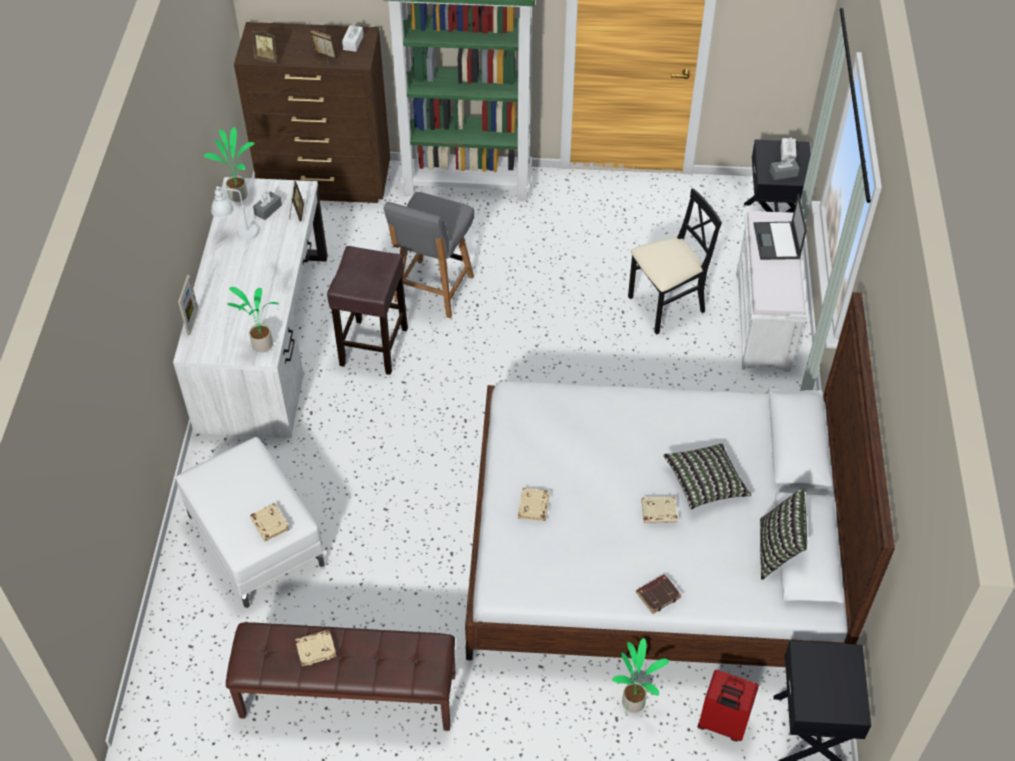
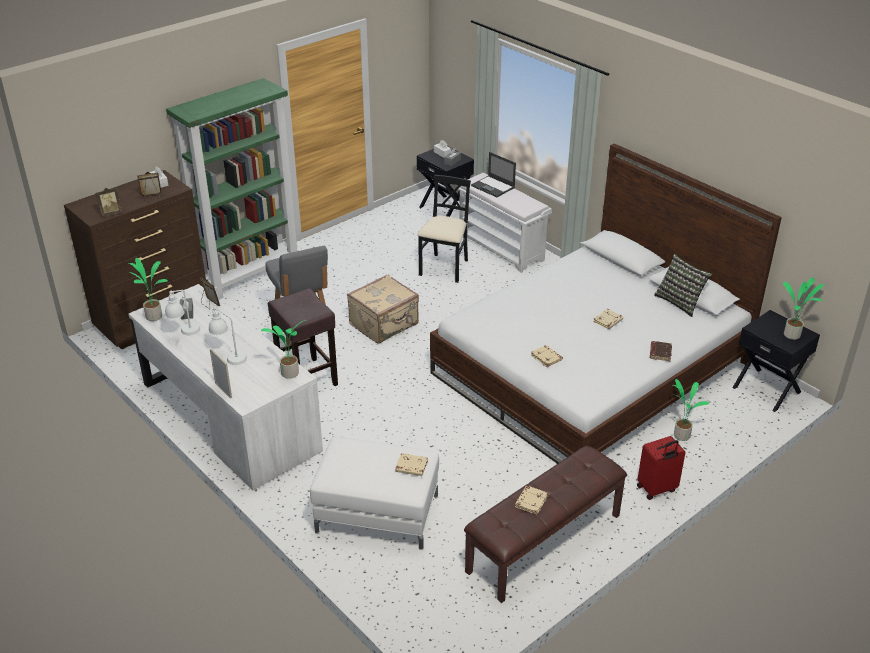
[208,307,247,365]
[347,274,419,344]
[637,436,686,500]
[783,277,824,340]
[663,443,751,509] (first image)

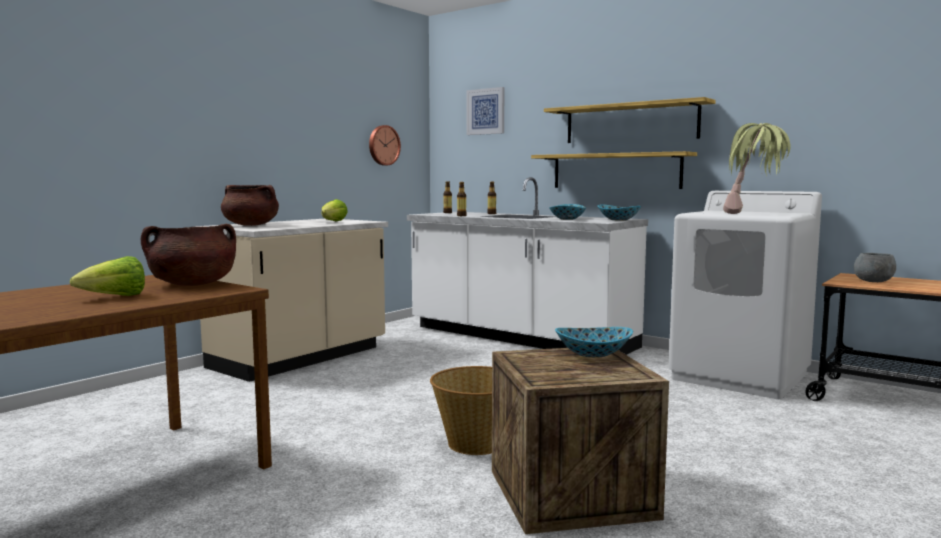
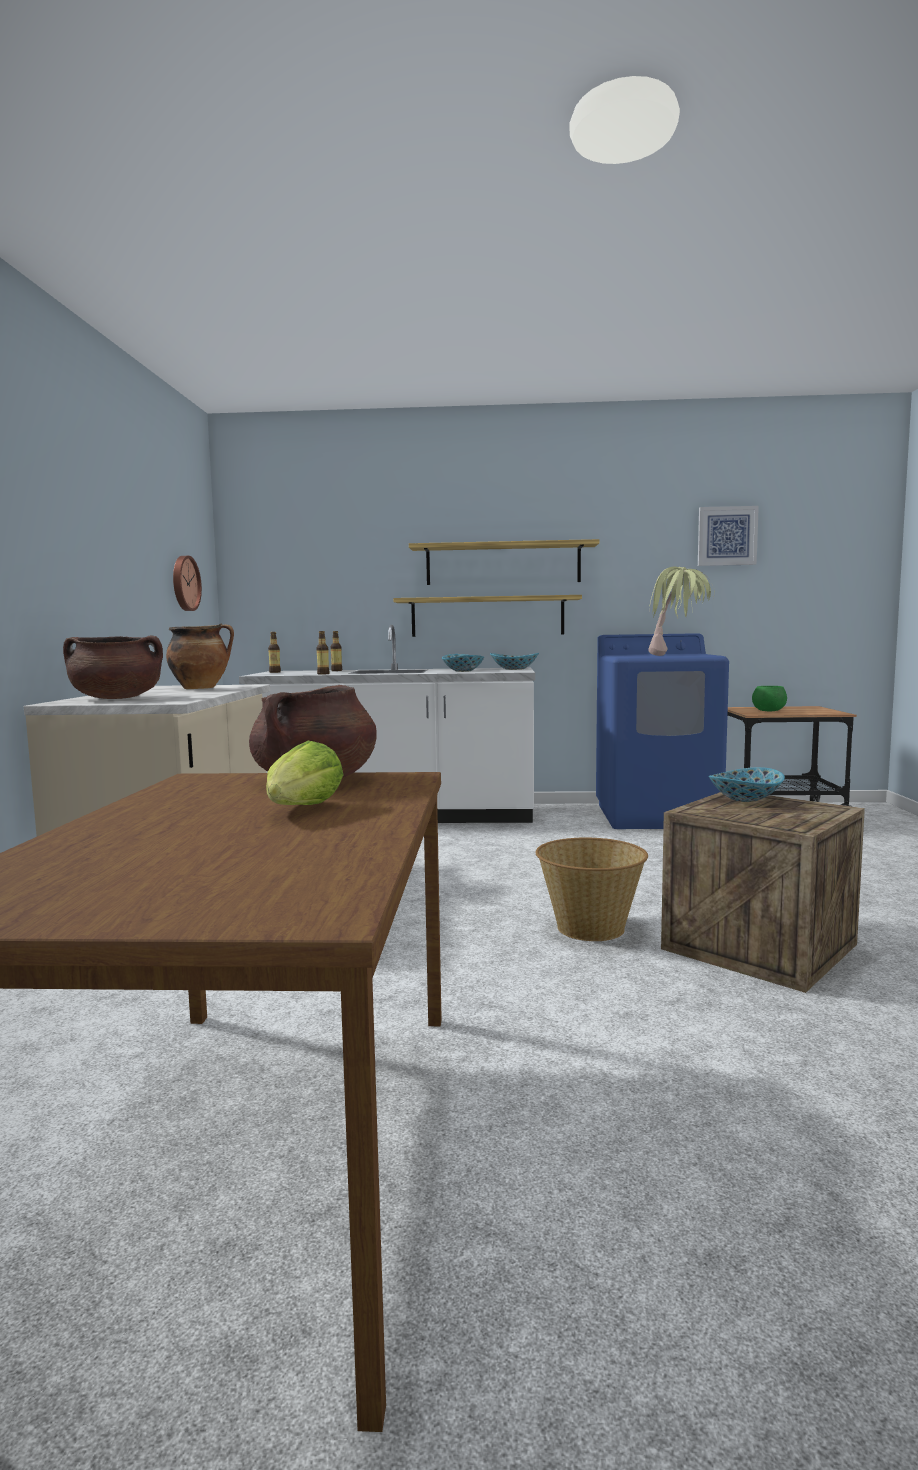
[166,624,234,689]
[596,633,729,829]
[698,506,759,566]
[752,686,787,711]

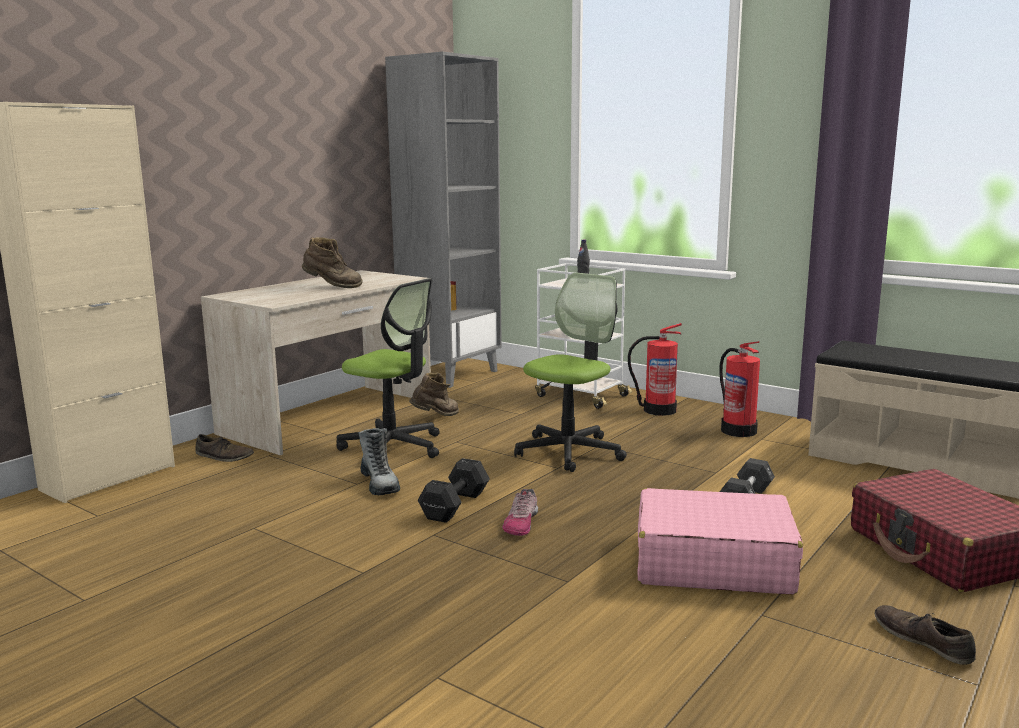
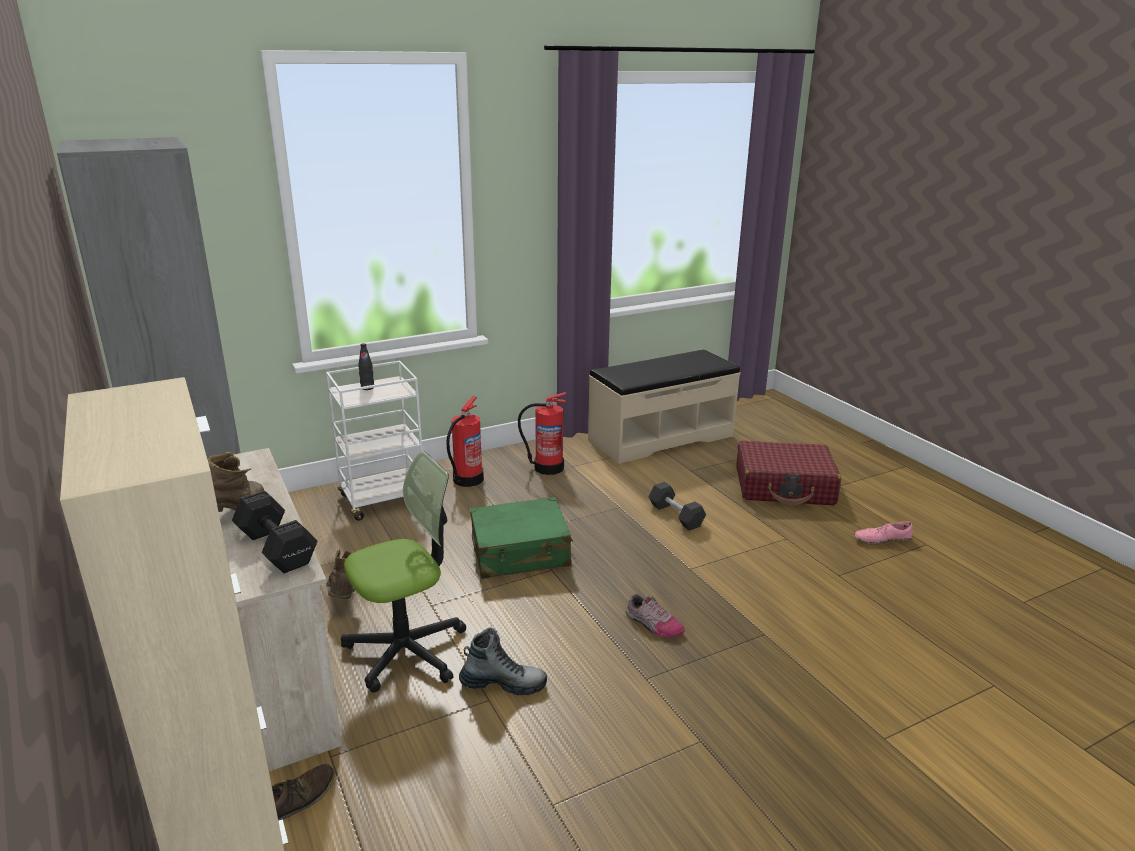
[232,490,318,573]
[470,497,573,579]
[854,521,913,545]
[638,488,803,594] (first image)

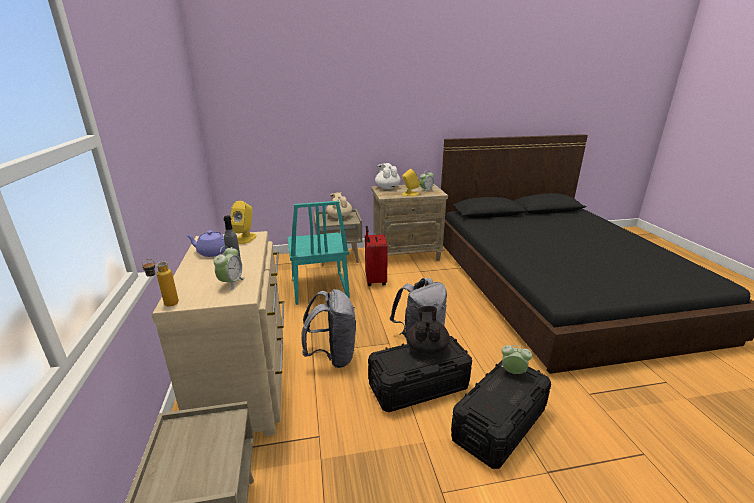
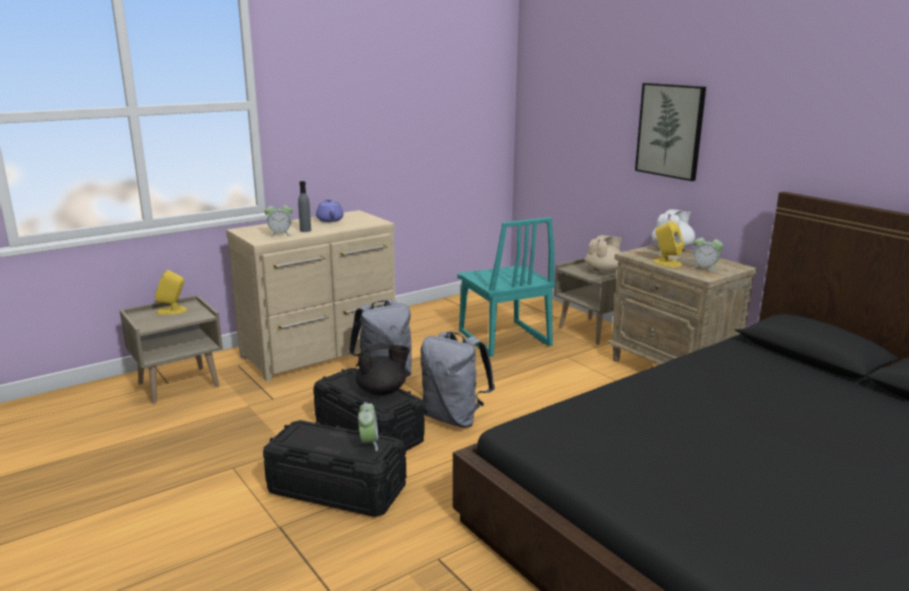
[155,270,187,315]
[457,217,556,357]
[635,83,706,181]
[142,259,179,306] (first image)
[365,226,388,286] (first image)

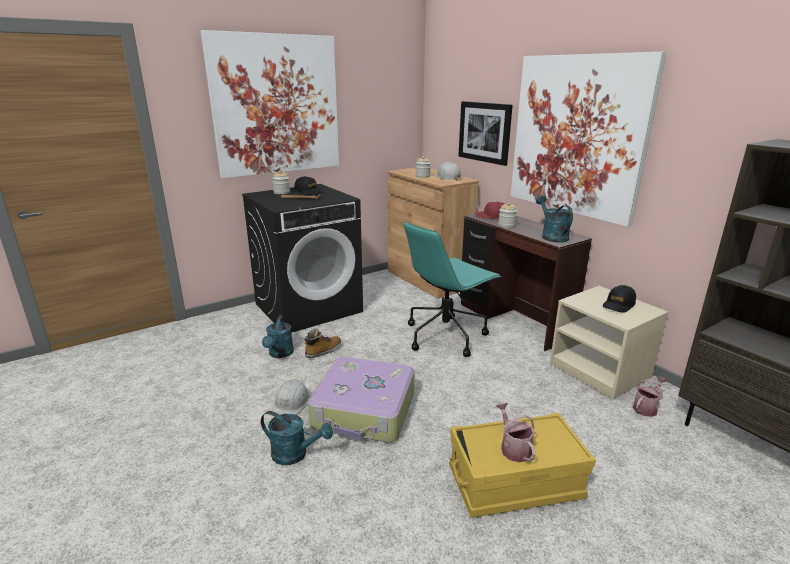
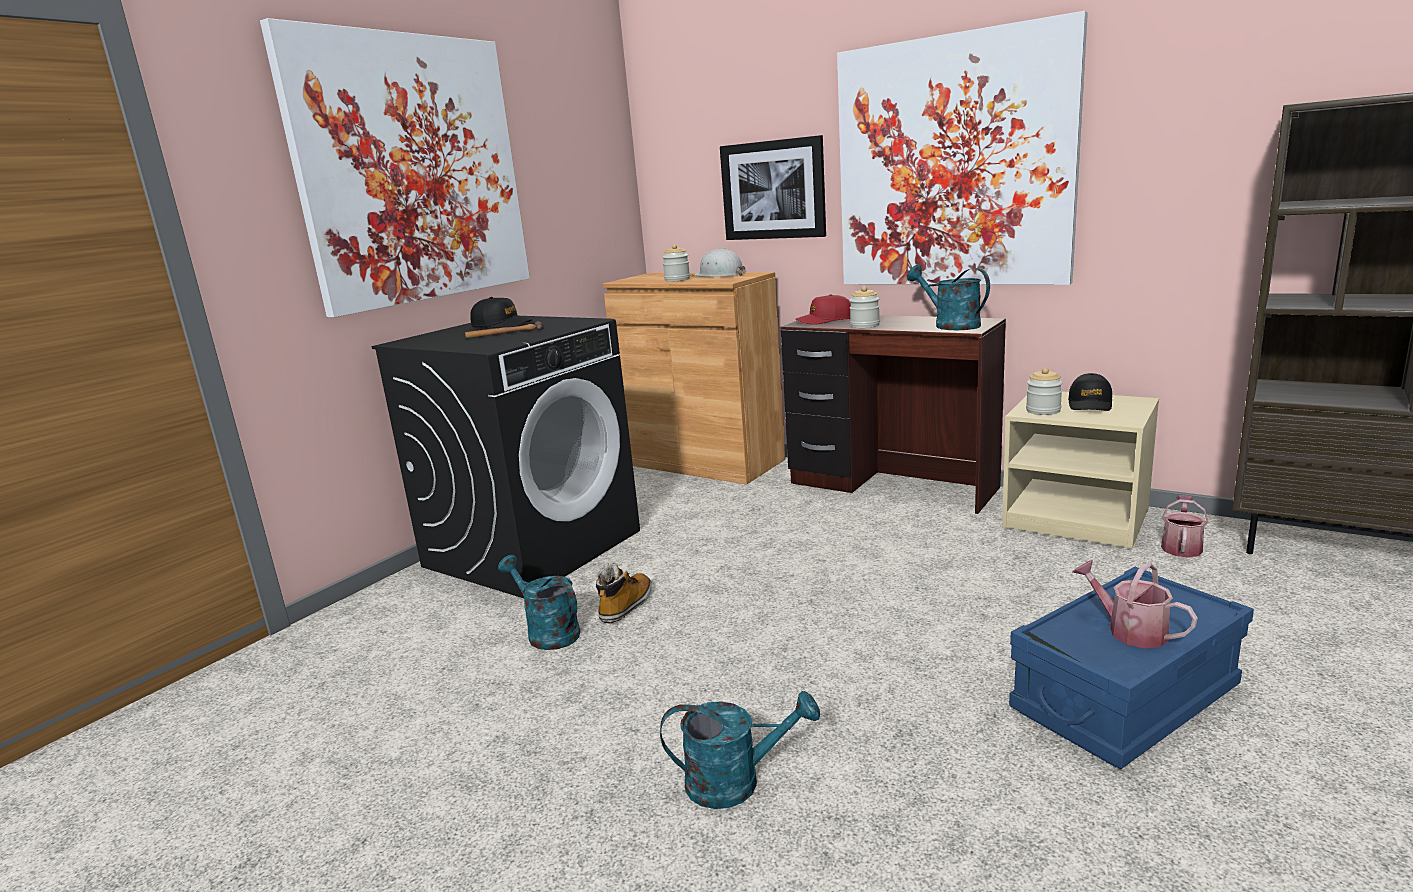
[498,555,580,650]
[1009,567,1254,769]
[1026,368,1063,415]
[272,379,310,415] (first image)
[308,357,415,442] (first image)
[404,221,501,357] (first image)

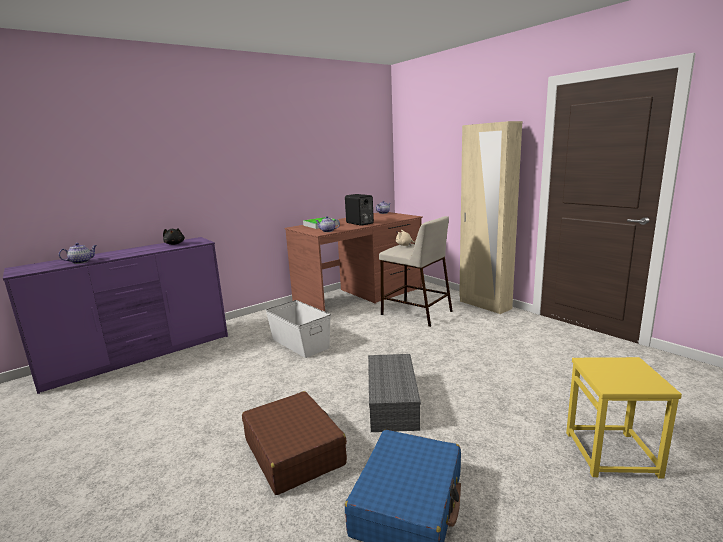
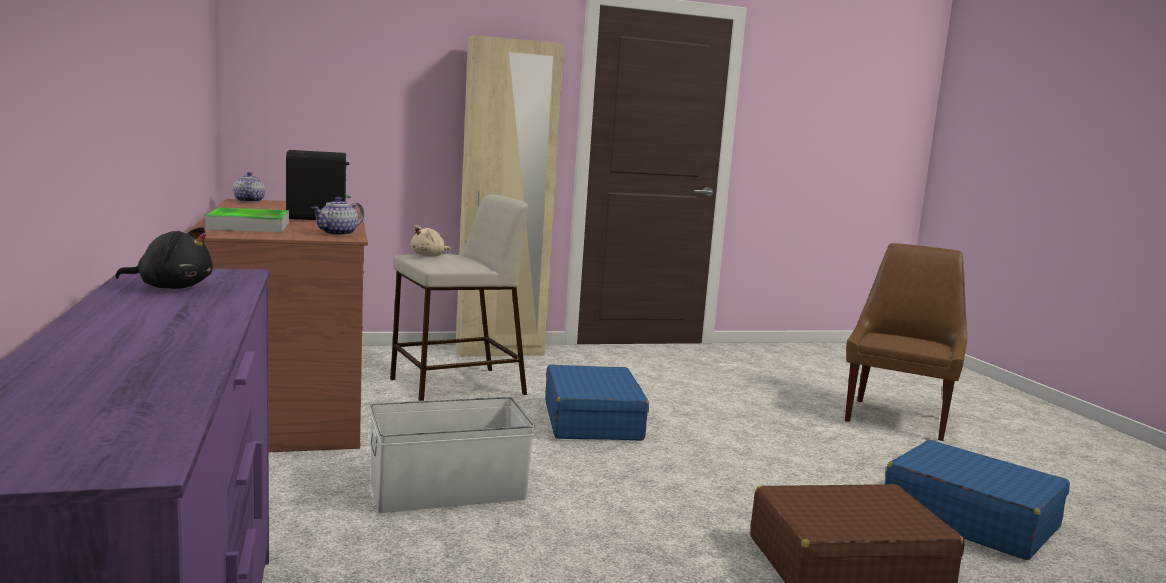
[545,364,649,441]
[845,243,967,441]
[59,243,97,264] (first image)
[368,354,421,432] (first image)

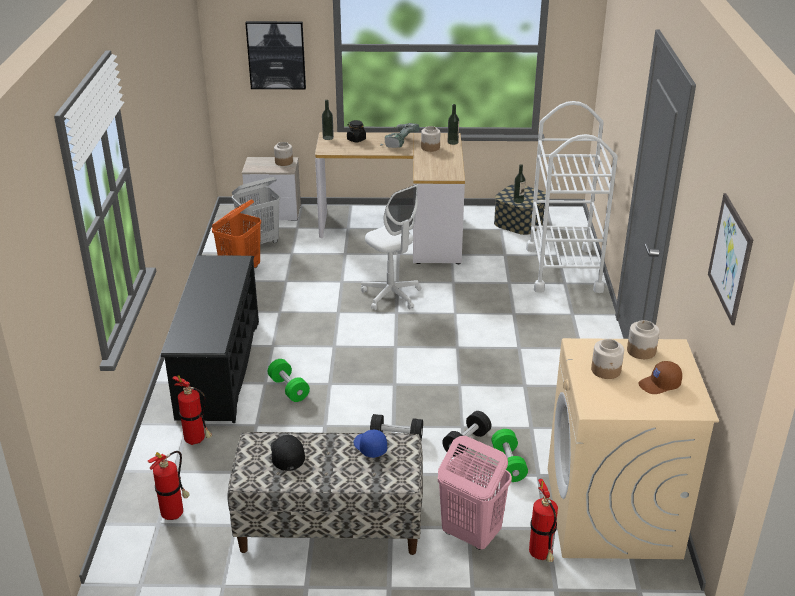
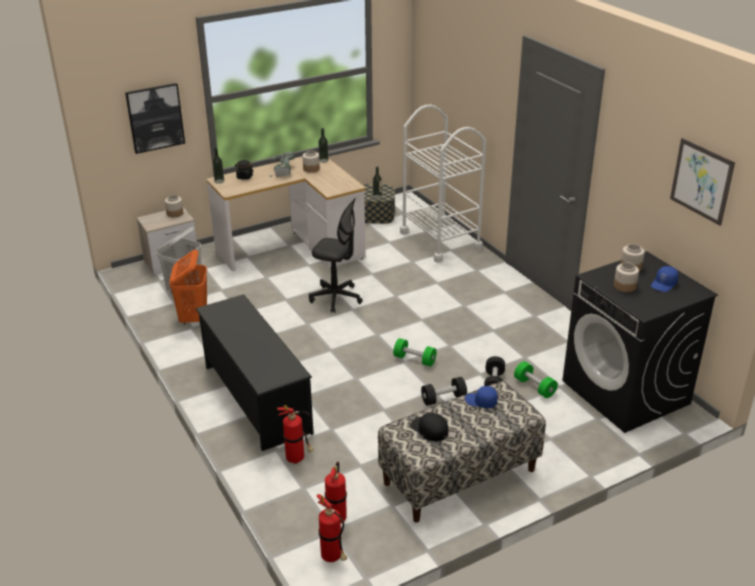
[309,198,363,313]
[316,494,347,562]
[393,338,437,367]
[562,251,718,433]
[651,266,679,292]
[438,436,512,550] (first image)

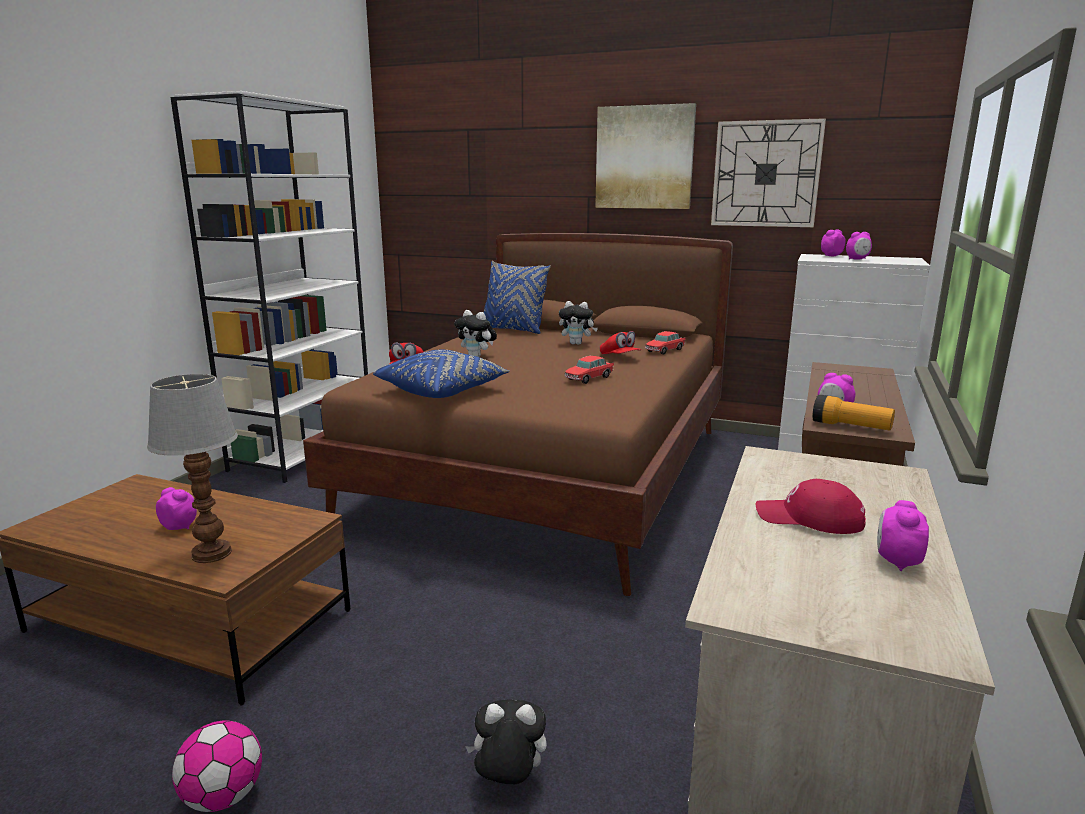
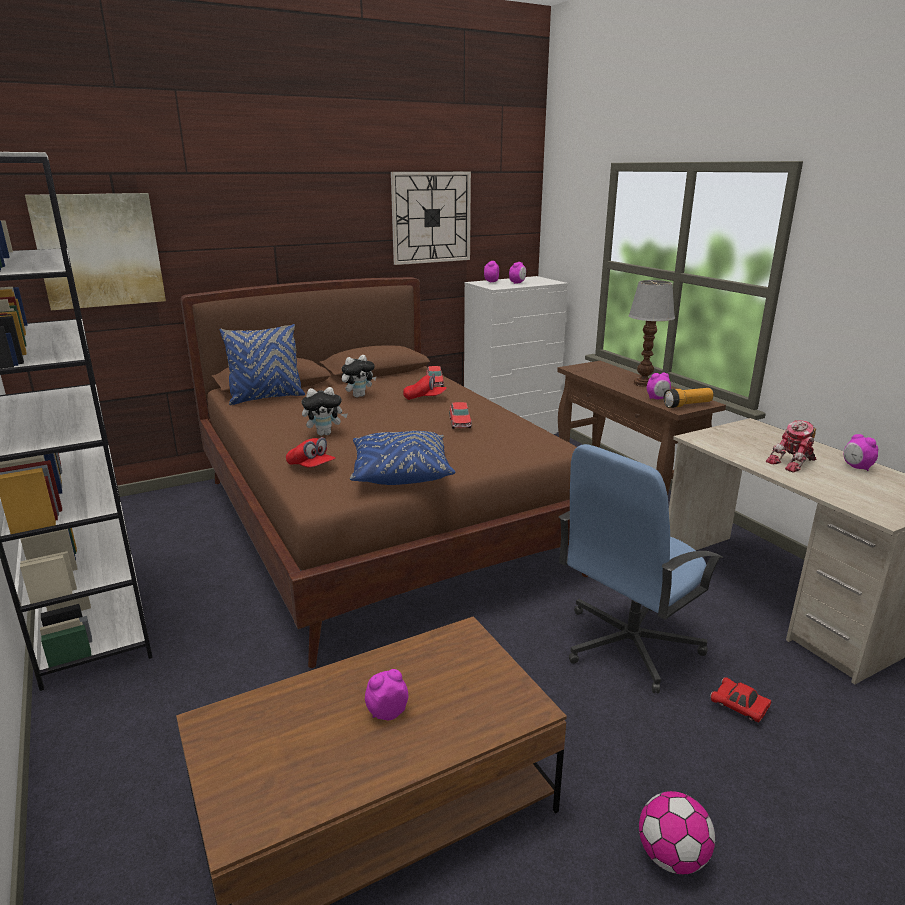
[25,193,166,310]
[559,444,723,694]
[628,280,675,387]
[710,677,771,722]
[766,420,816,472]

